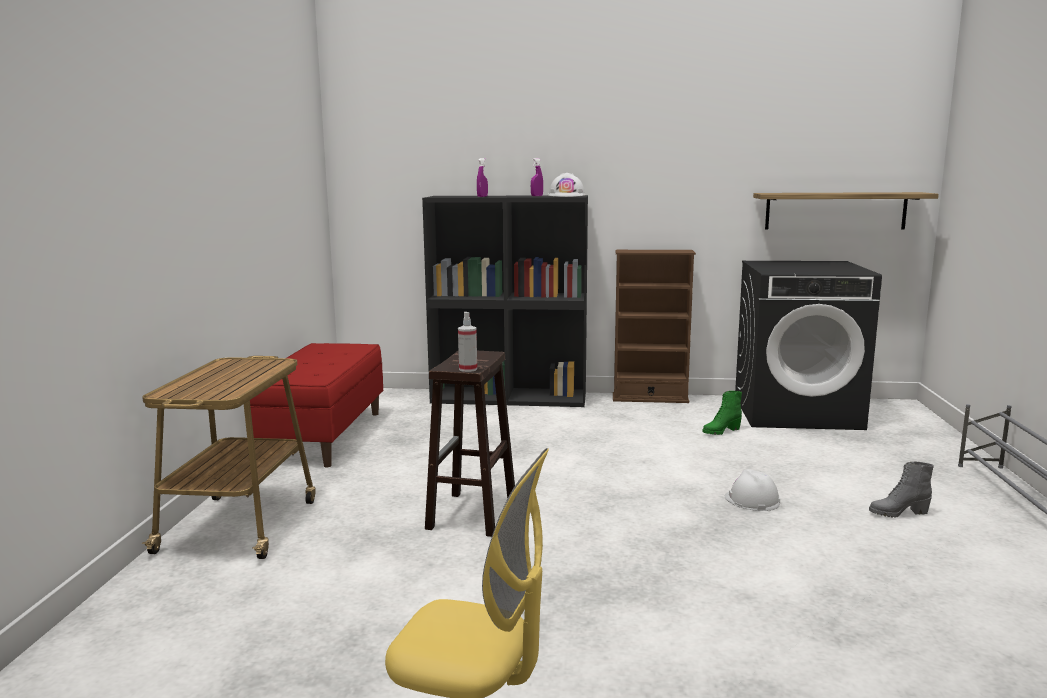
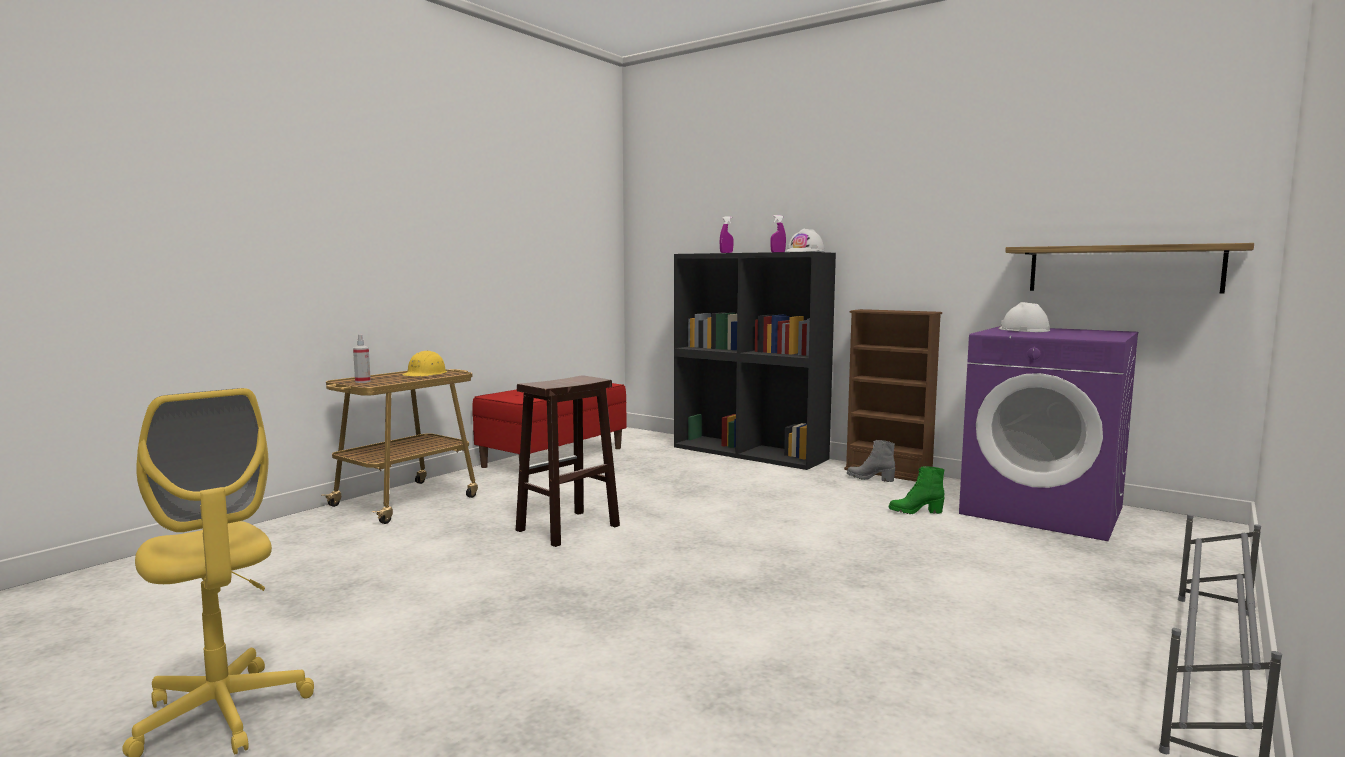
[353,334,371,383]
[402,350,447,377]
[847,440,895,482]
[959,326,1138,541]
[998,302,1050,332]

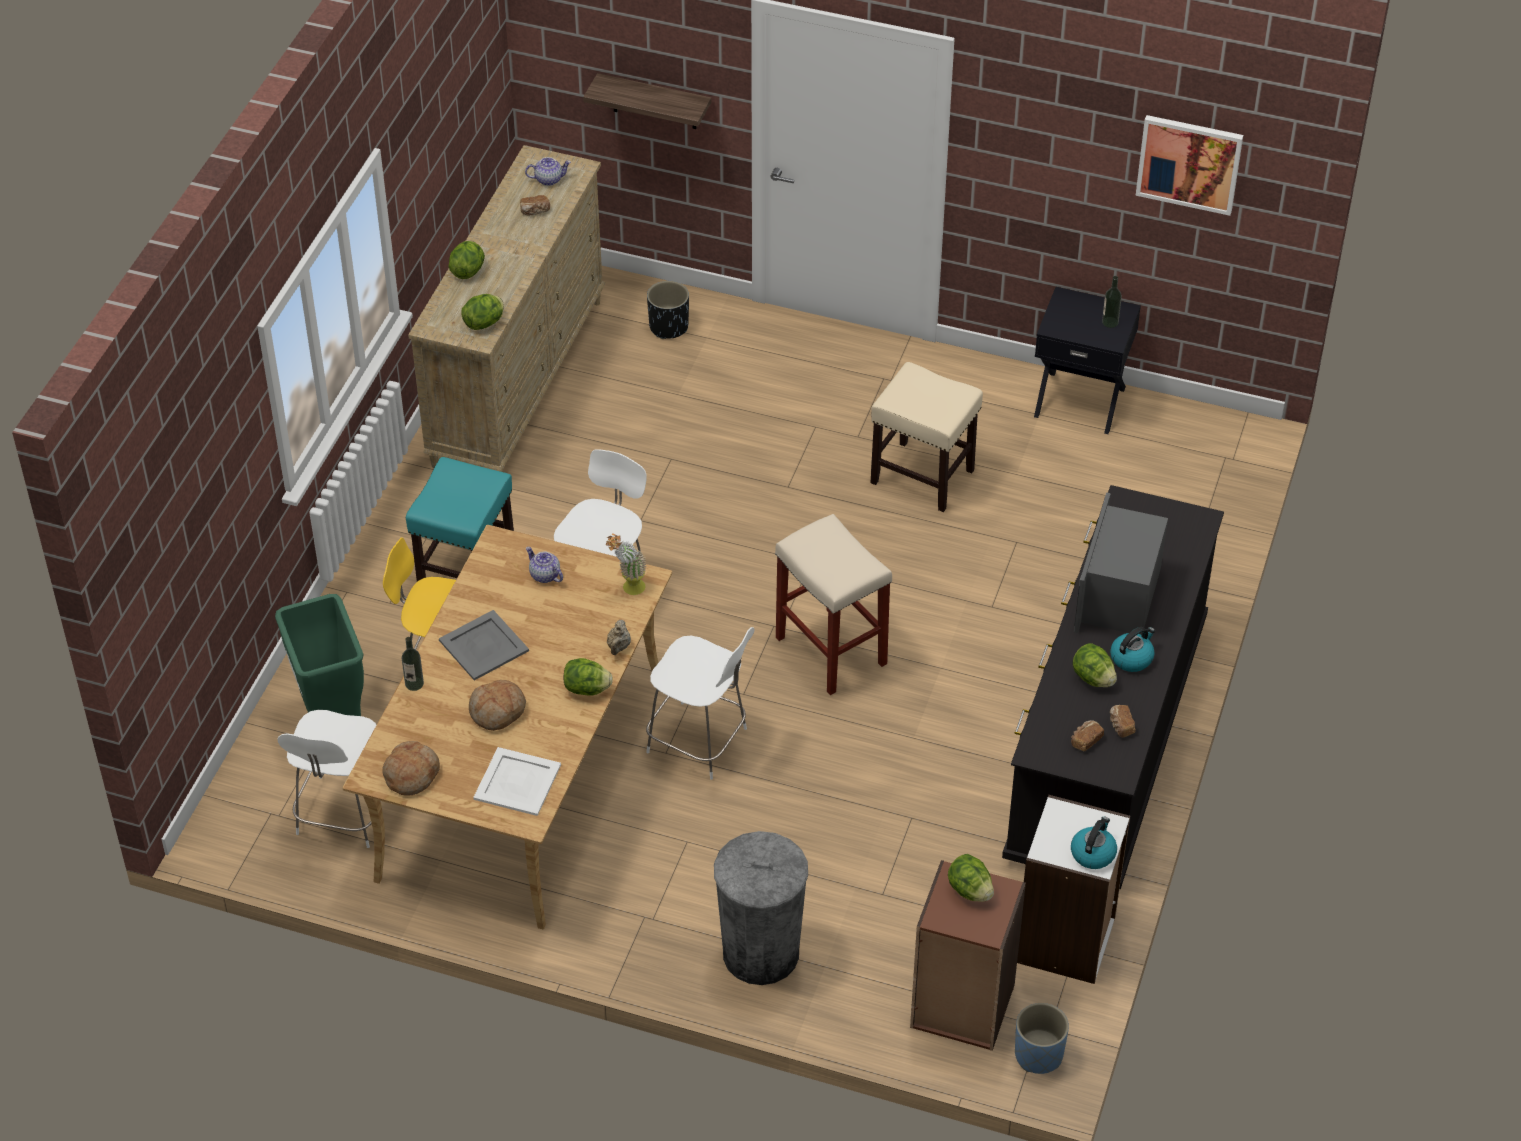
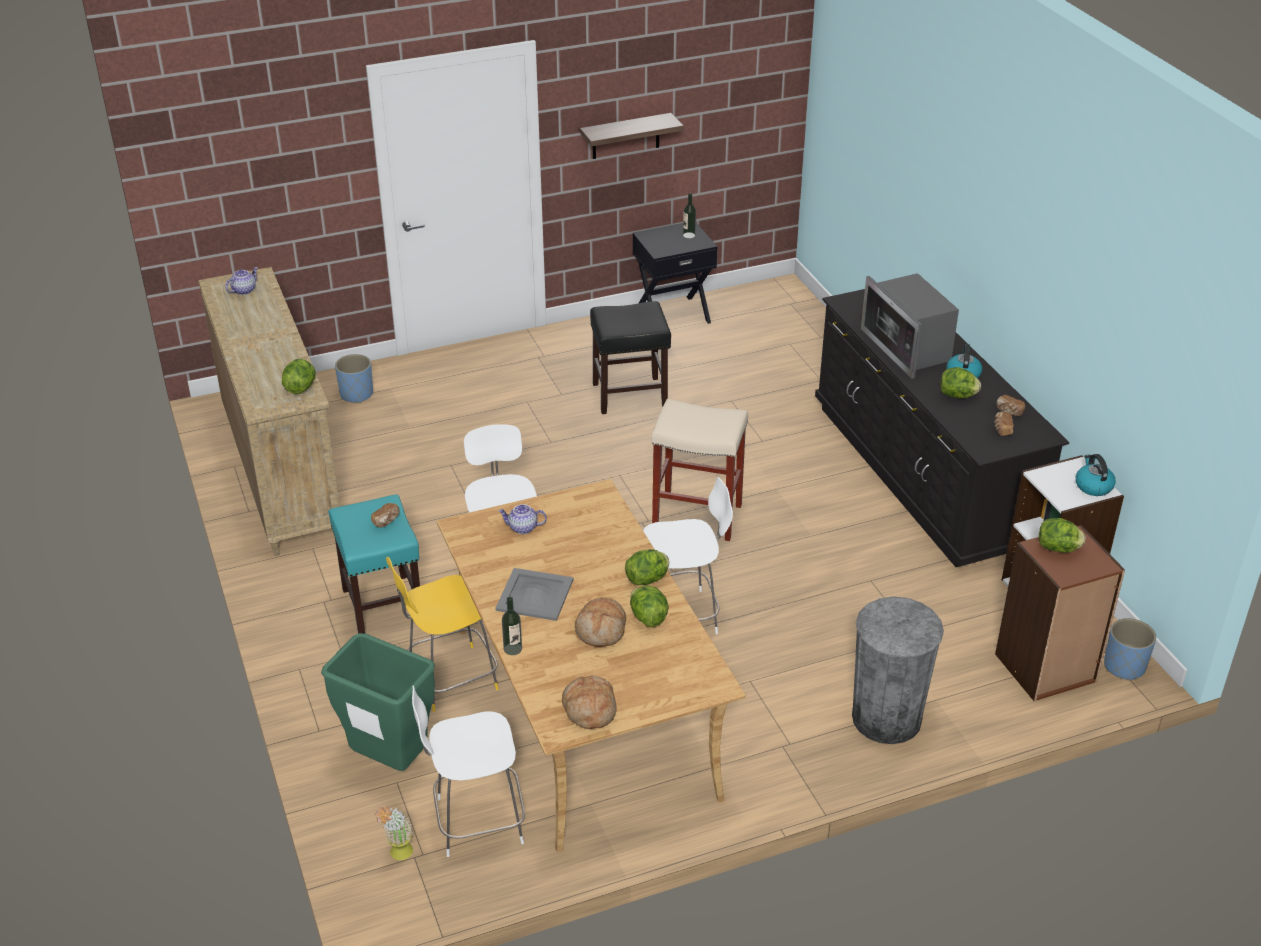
[335,354,373,403]
[371,503,400,528]
[374,806,414,860]
[412,686,525,857]
[580,113,684,159]
[590,301,671,414]
[630,585,669,627]
[473,747,561,816] (first image)
[607,620,631,655] (first image)
[1136,115,1243,216] (first image)

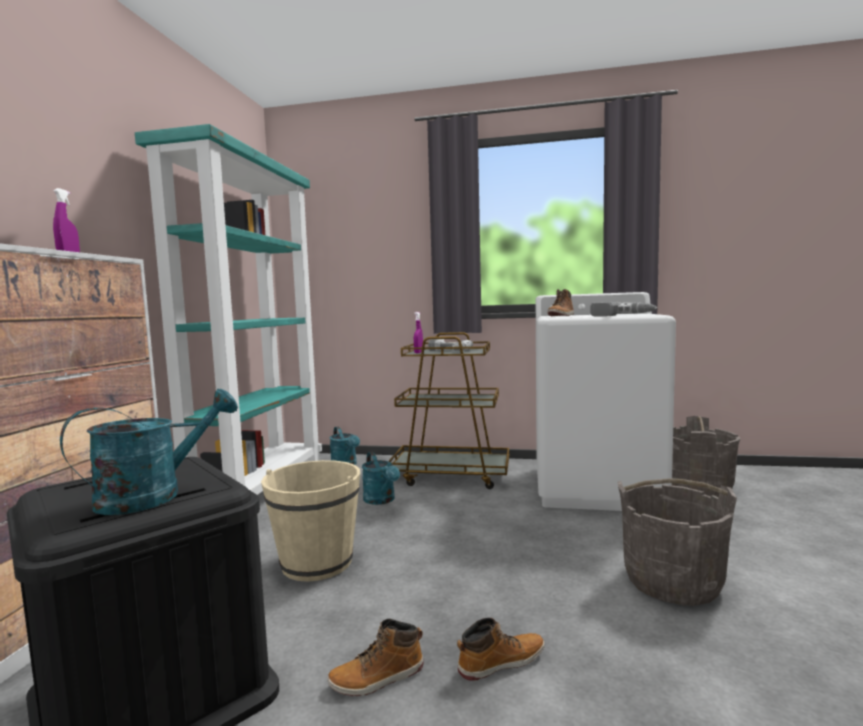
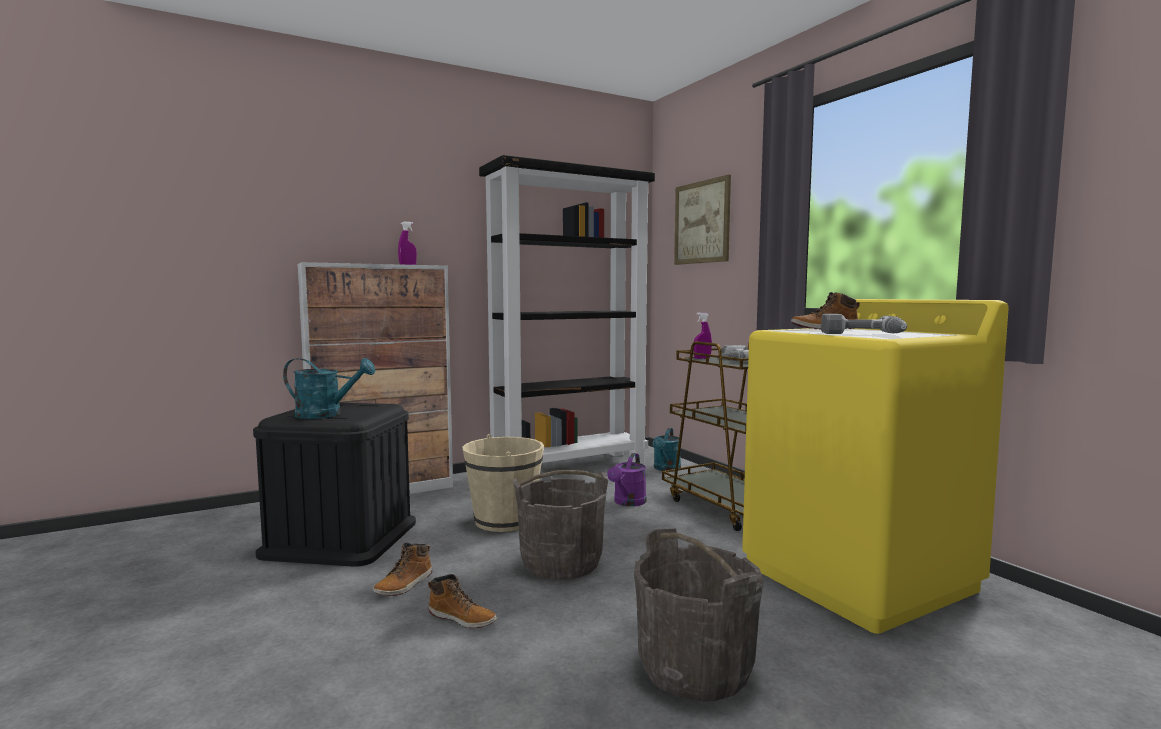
[373,543,432,596]
[479,155,655,464]
[512,470,608,580]
[607,453,646,506]
[674,175,731,265]
[742,299,1009,634]

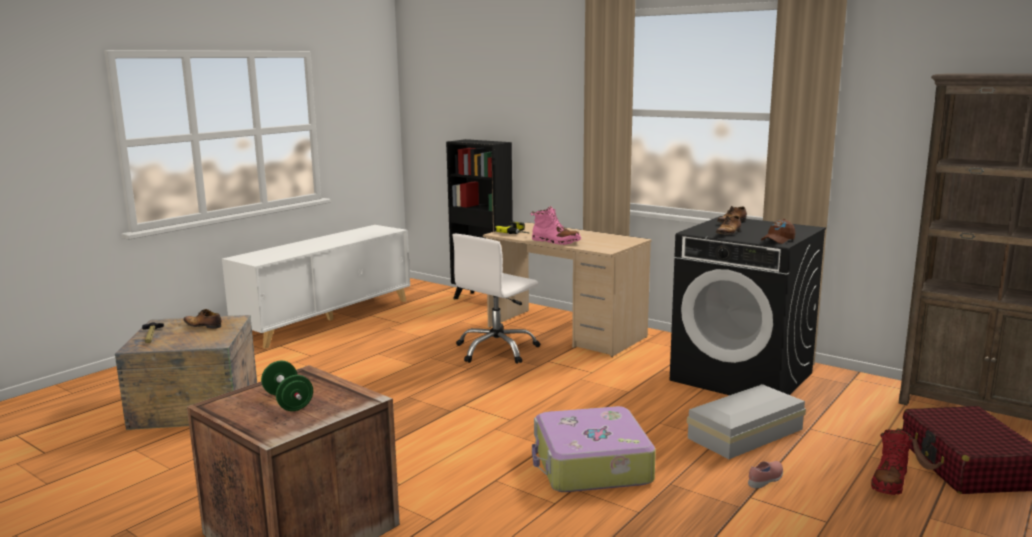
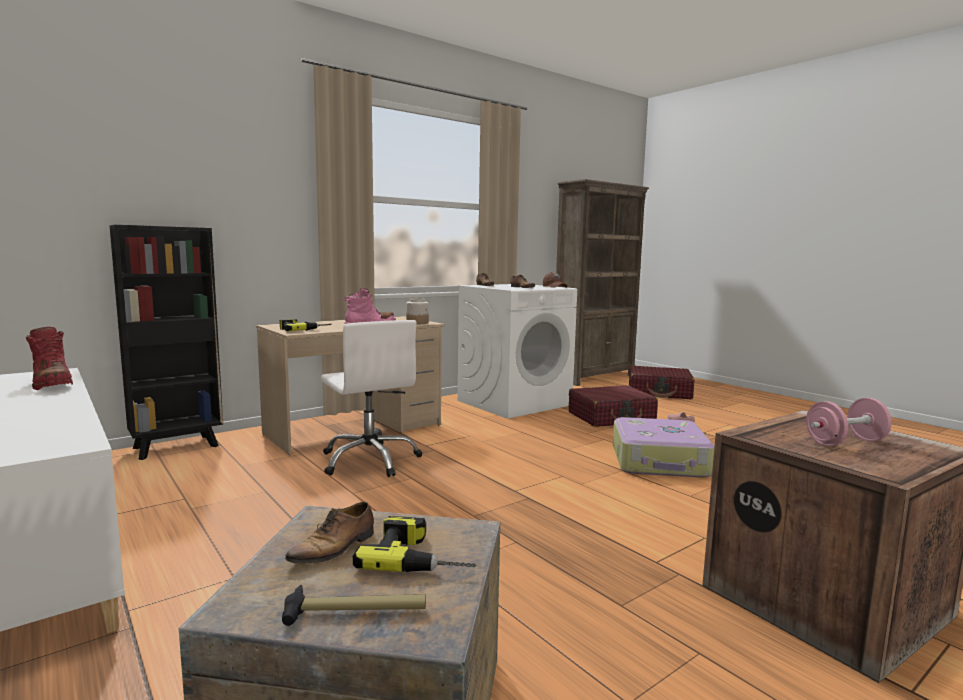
[26,327,73,390]
[353,516,476,572]
[406,298,429,324]
[457,284,577,419]
[569,385,658,427]
[806,398,892,446]

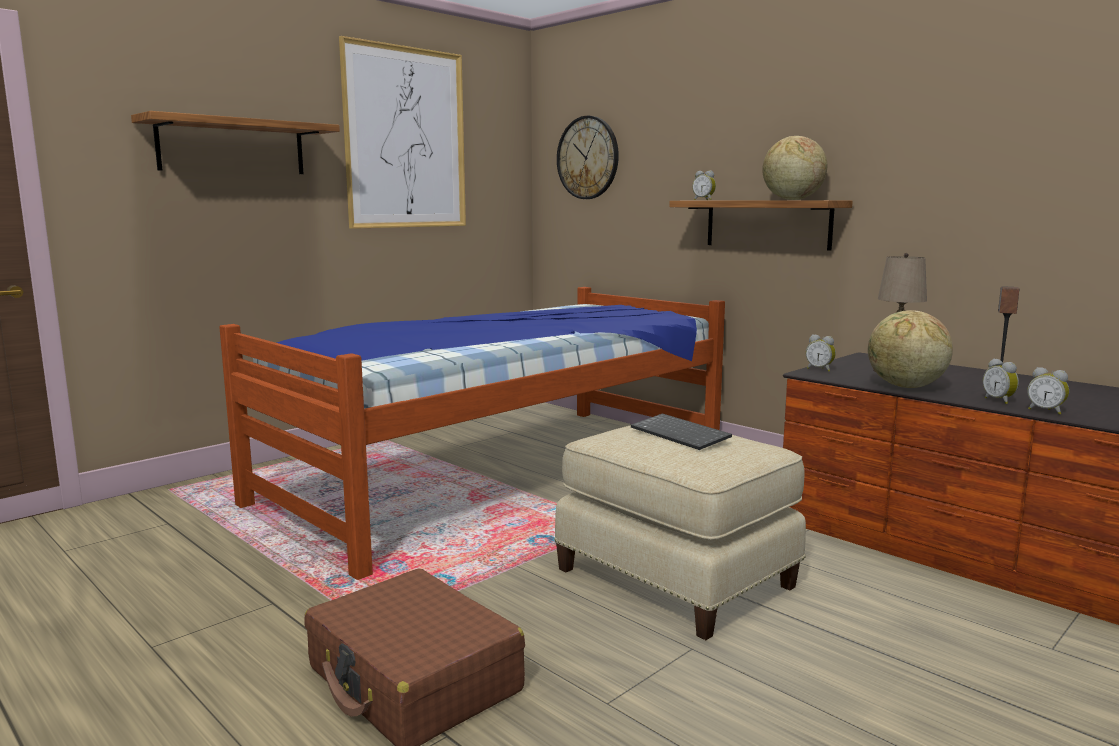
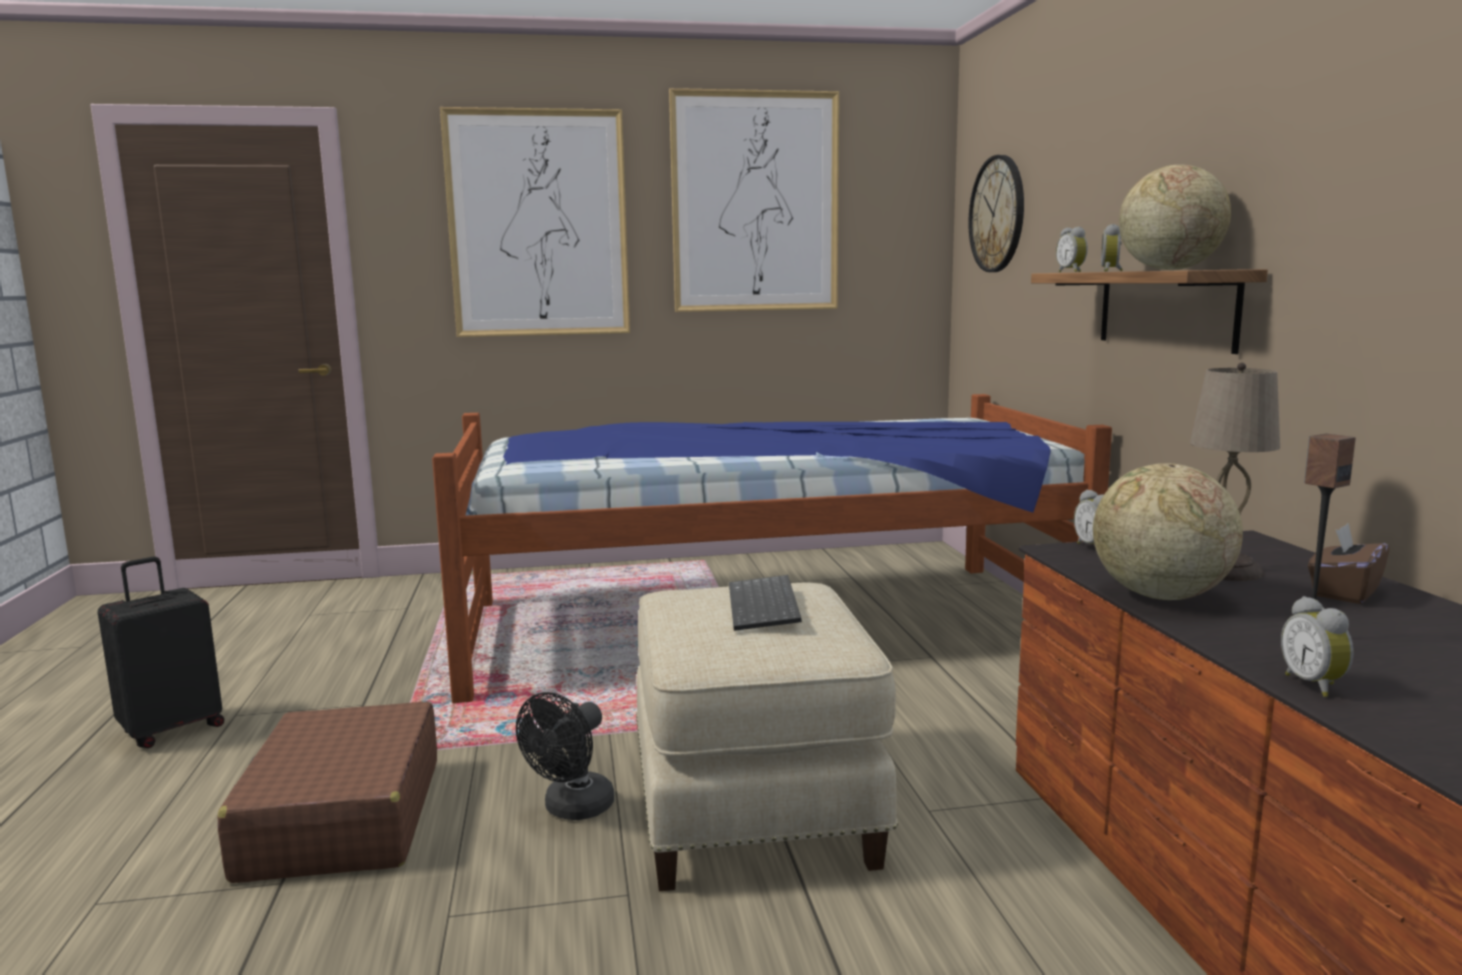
[98,557,224,748]
[440,107,630,337]
[516,692,614,820]
[1101,224,1123,271]
[1308,523,1390,604]

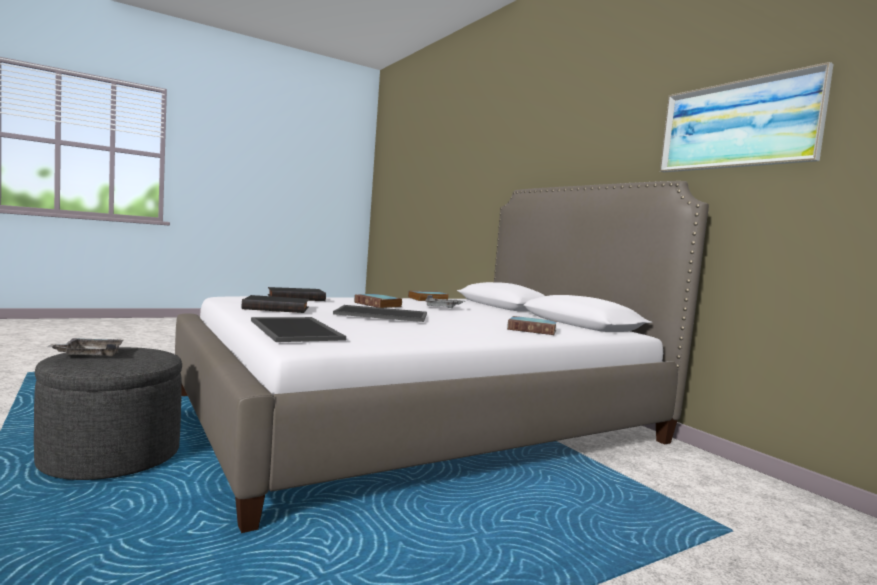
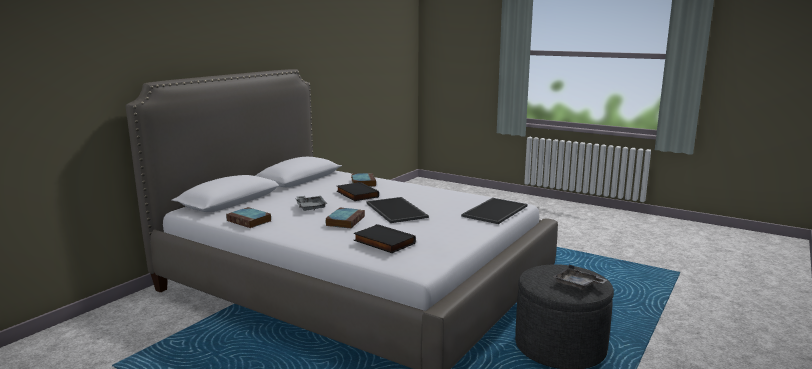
[336,182,379,201]
[660,62,834,172] (first image)

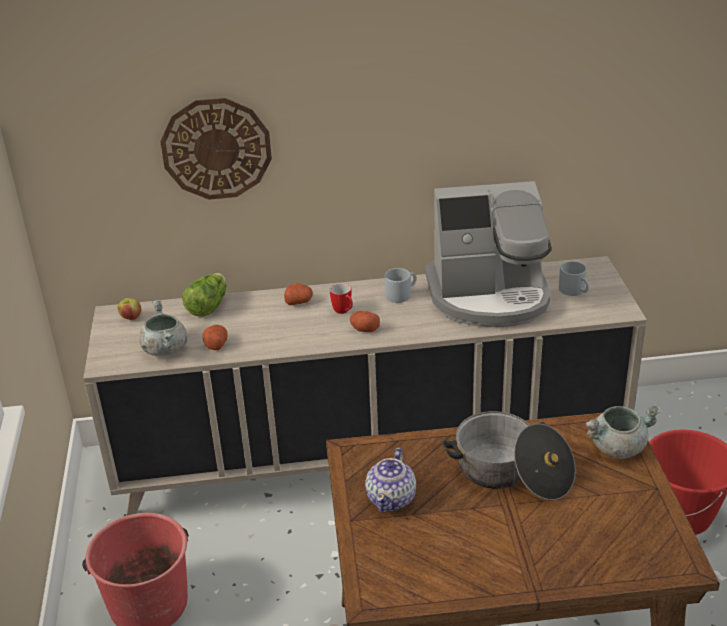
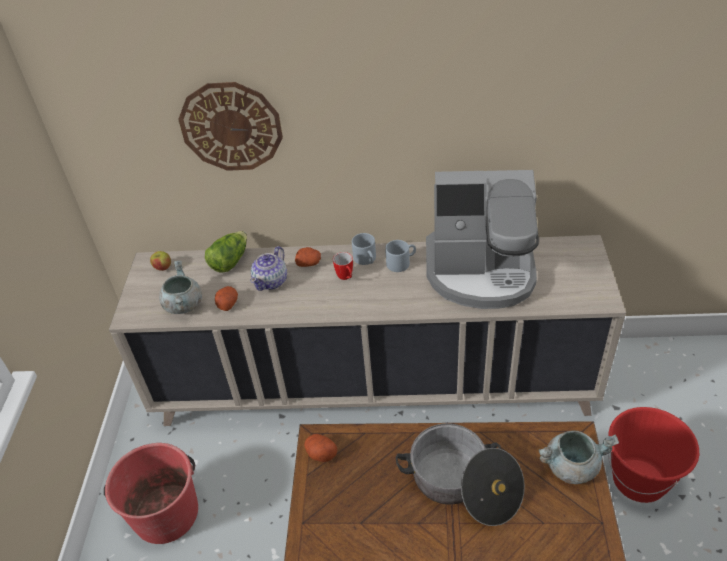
[251,246,287,291]
[304,434,337,462]
[352,233,376,265]

